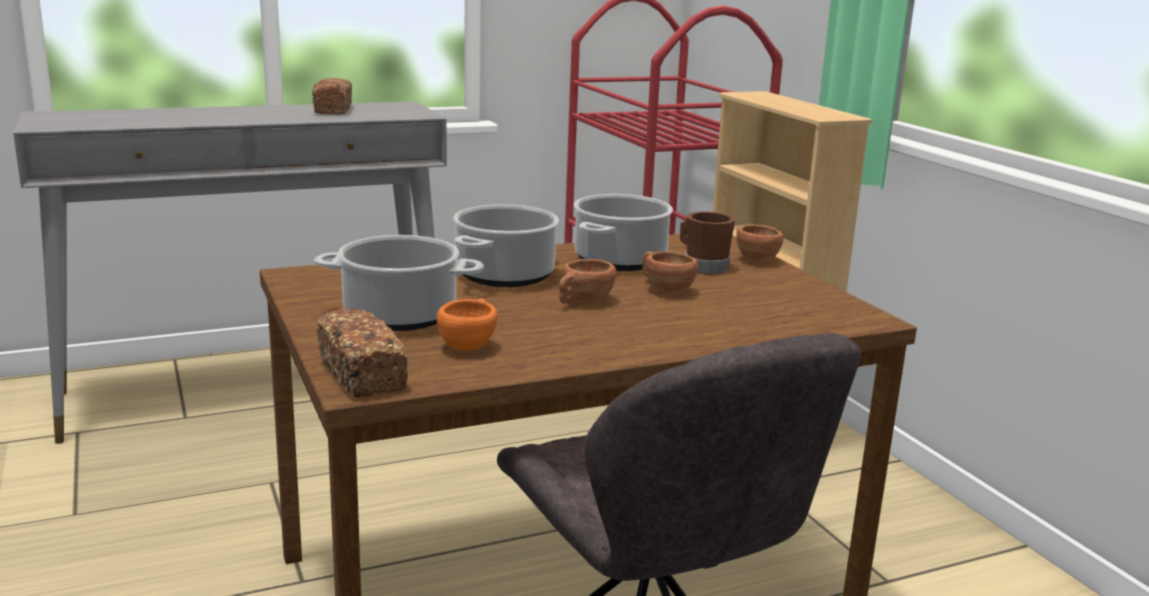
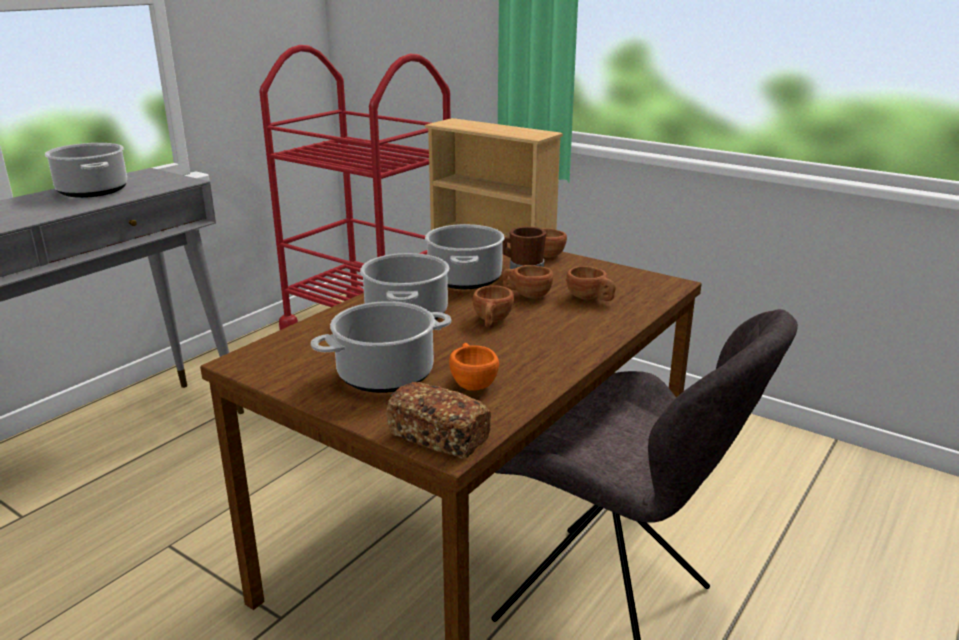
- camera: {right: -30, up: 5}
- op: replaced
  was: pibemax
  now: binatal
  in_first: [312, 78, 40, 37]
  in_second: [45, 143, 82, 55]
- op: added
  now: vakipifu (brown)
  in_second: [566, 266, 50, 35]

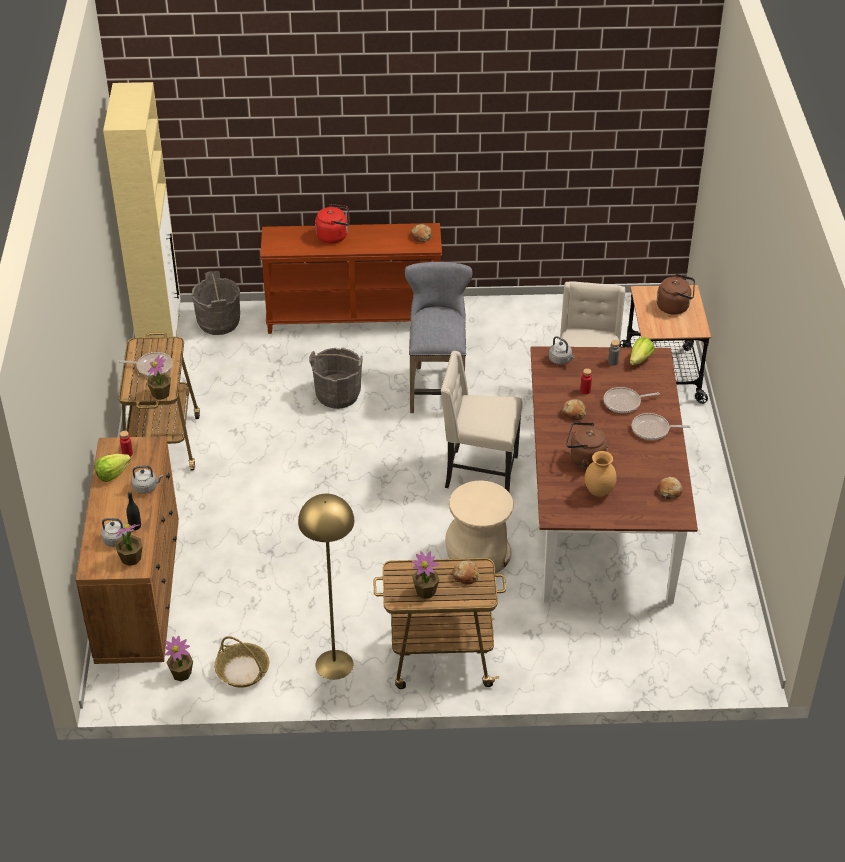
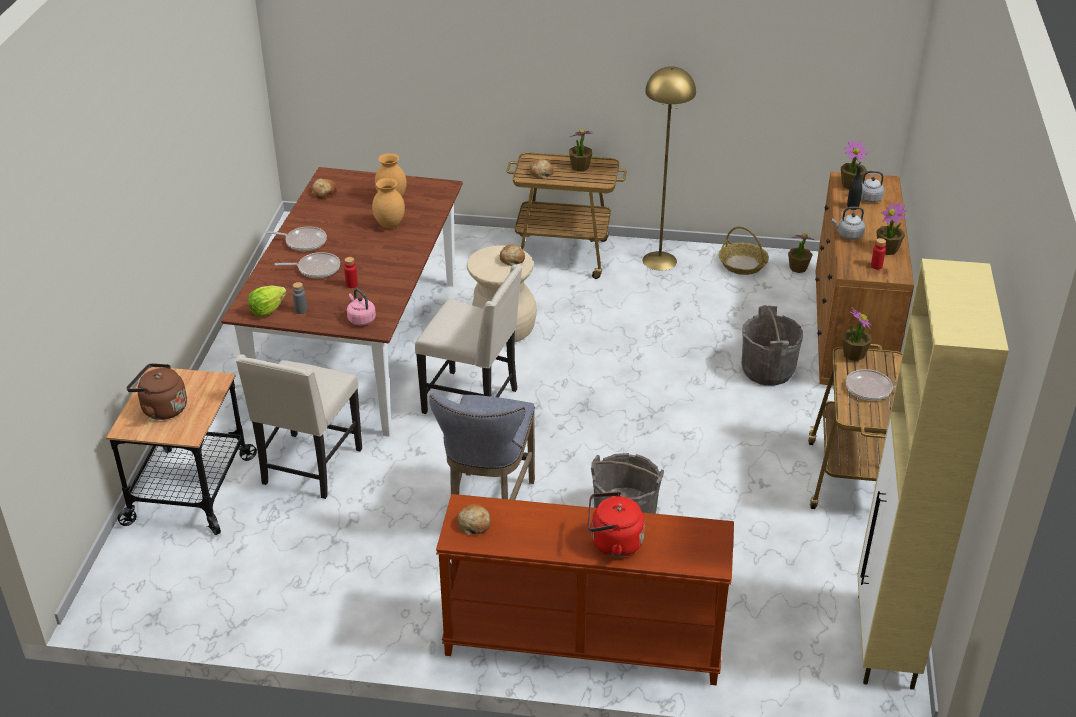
- camera: {right: -170, up: -5}
- op: replaced
  was: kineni
  now: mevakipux
  in_first: [95, 454, 36, 28]
  in_second: [877, 202, 29, 53]
- op: moved
  was: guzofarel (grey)
  in_first: [192, 271, 48, 64]
  in_second: [742, 305, 61, 81]
- op: recoloured
  was: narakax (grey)
  now: narakax (pink)
  in_first: [549, 336, 26, 29]
  in_second: [347, 289, 29, 36]
- op: moved
  was: pibemax
  in_first: [562, 399, 24, 22]
  in_second: [500, 244, 25, 22]
- op: replaced
  was: narakax (brown)
  now: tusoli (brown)
  in_first: [566, 422, 43, 47]
  in_second: [372, 178, 33, 50]

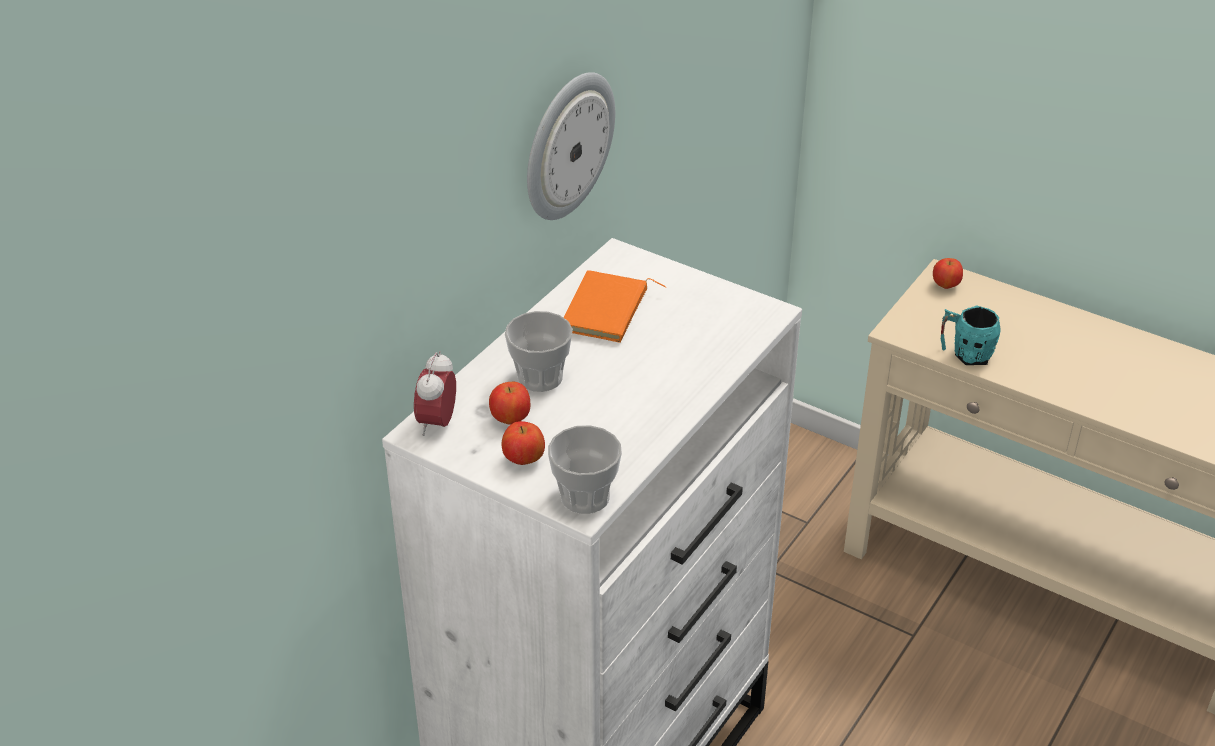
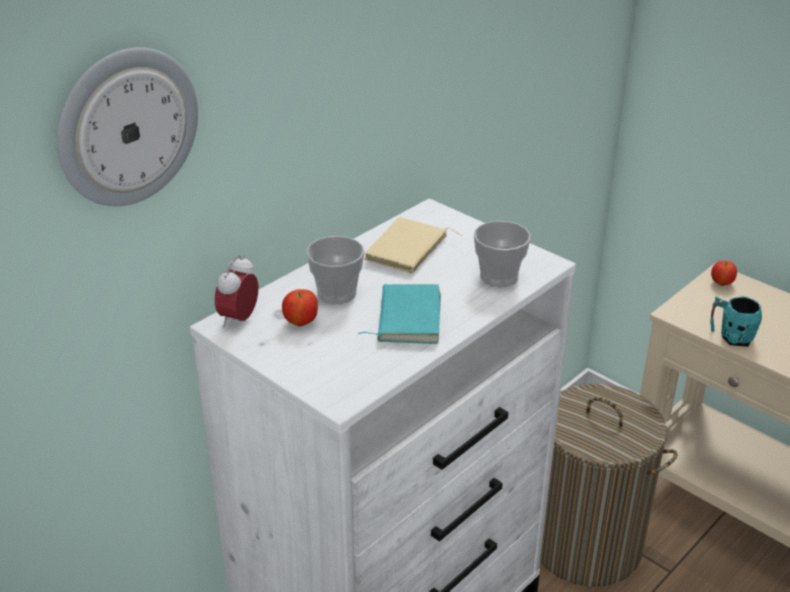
- camera: {right: 10, up: -5}
- op: removed
  was: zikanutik
  in_first: [502, 421, 43, 44]
- op: moved
  was: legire
  in_first: [527, 72, 88, 148]
  in_second: [57, 47, 141, 159]
- op: moved
  was: vakipifu
  in_first: [548, 425, 74, 89]
  in_second: [474, 221, 57, 67]
- op: recoloured
  was: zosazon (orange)
  now: zosazon (beige)
  in_first: [563, 270, 103, 73]
  in_second: [364, 217, 98, 57]
- op: added
  now: zosazon (turquoise)
  in_second: [358, 284, 83, 60]
- op: added
  now: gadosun
  in_second: [540, 384, 138, 203]

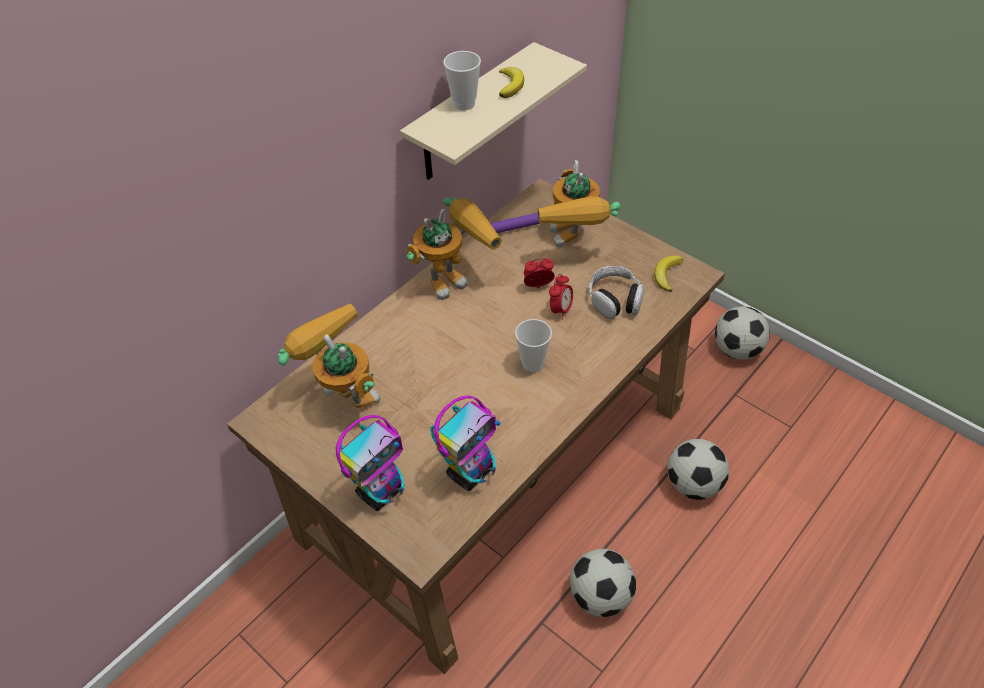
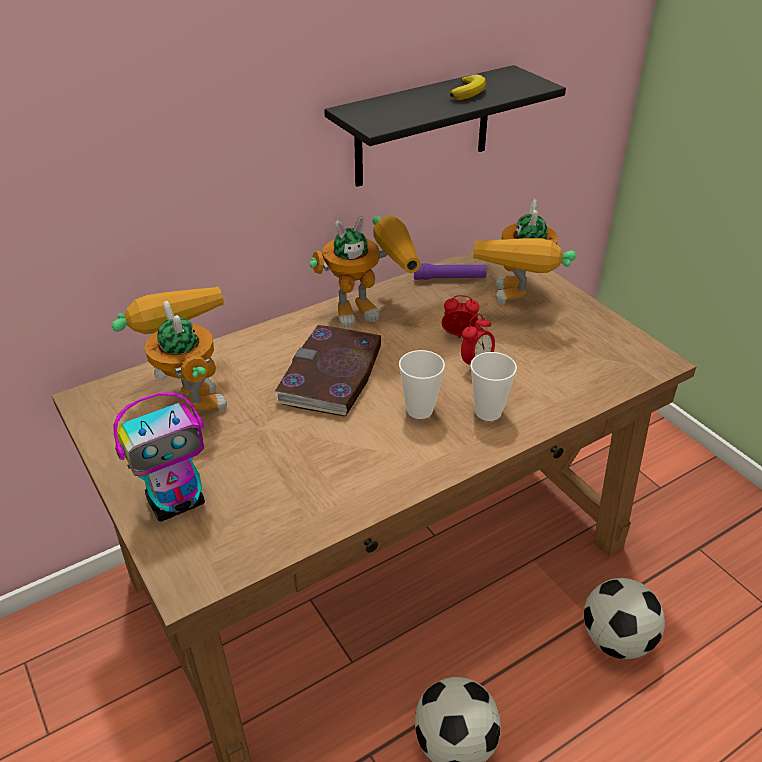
- camera: {right: 15, up: -10}
- op: recoloured
  was: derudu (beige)
  now: derudu (black)
  in_first: [400, 42, 187, 138]
  in_second: [324, 65, 242, 122]
- op: removed
  was: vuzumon
  in_first: [430, 395, 70, 96]
- op: moved
  was: vakipifu
  in_first: [443, 51, 38, 59]
  in_second: [470, 352, 47, 69]
- op: removed
  was: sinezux
  in_first: [589, 266, 55, 53]
- op: removed
  was: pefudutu
  in_first: [654, 255, 29, 37]
- op: removed
  was: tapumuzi
  in_first: [715, 306, 55, 54]
- op: added
  now: zosazon
  in_second: [275, 325, 106, 92]

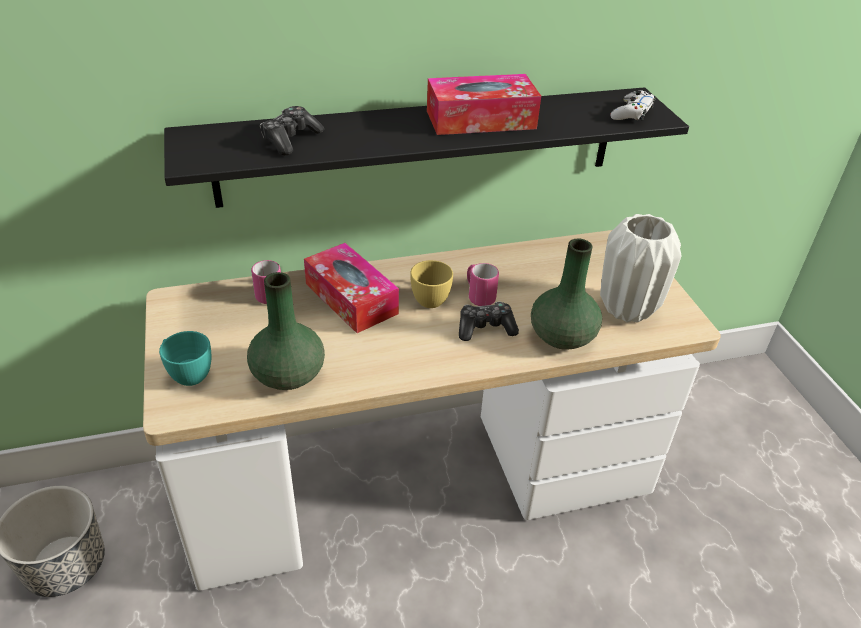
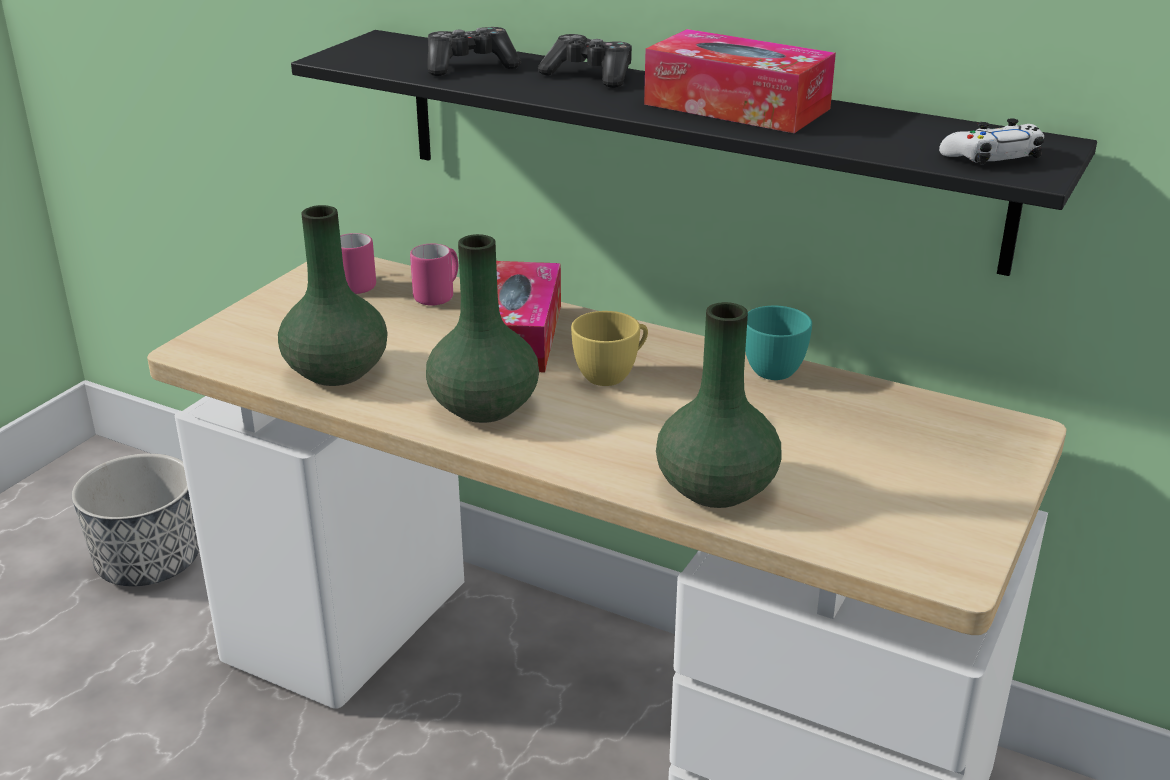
- camera: {right: 45, up: -10}
- op: moved
  was: vakipifu (turquoise)
  in_first: [159, 331, 52, 55]
  in_second: [745, 306, 67, 74]
- op: moved
  was: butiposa
  in_first: [459, 302, 60, 39]
  in_second: [538, 34, 94, 54]
- op: moved
  was: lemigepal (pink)
  in_first: [467, 263, 32, 43]
  in_second: [340, 233, 36, 61]
- op: removed
  was: tusoli (white)
  in_first: [600, 214, 81, 108]
- op: added
  now: tusoli (green)
  in_second: [426, 234, 113, 189]

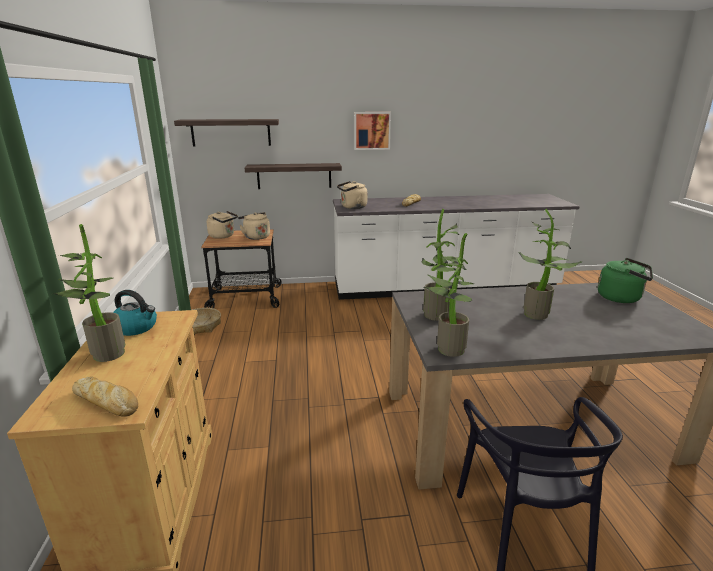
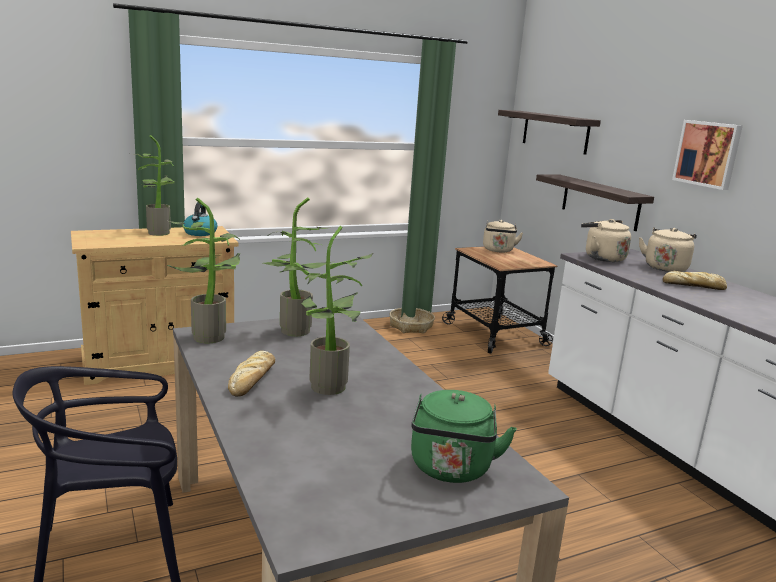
- camera: {right: 70, up: -5}
- op: moved
  was: pibemax
  in_first: [72, 376, 66, 41]
  in_second: [228, 351, 47, 46]
- op: moved
  was: narakax (beige)
  in_first: [238, 212, 32, 28]
  in_second: [639, 227, 58, 45]

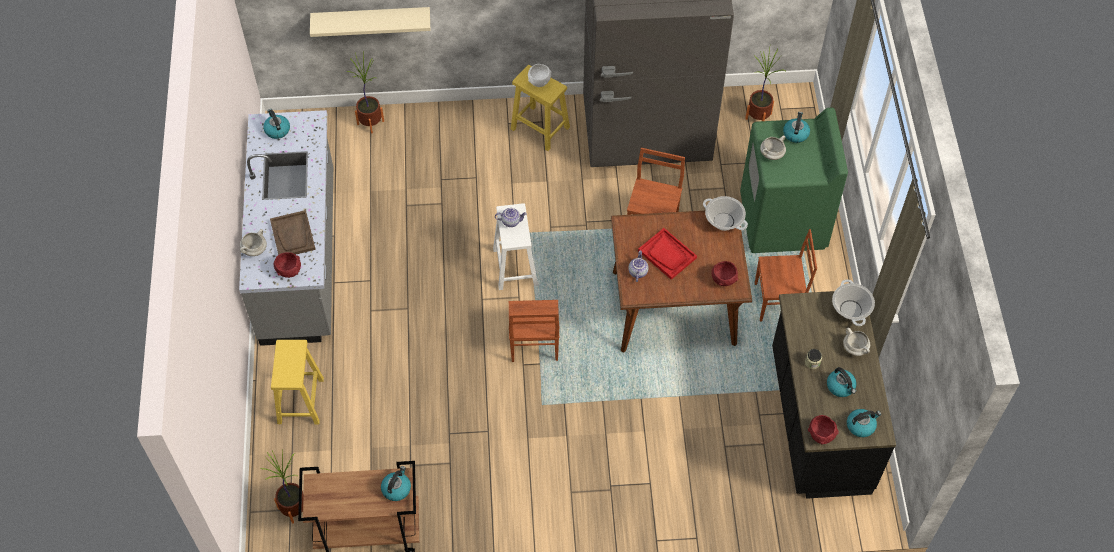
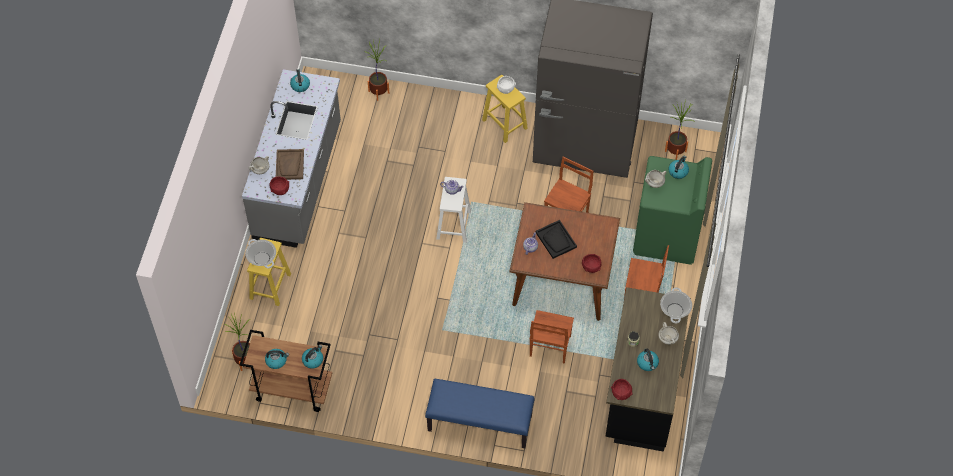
- camera: {right: 15, up: 0}
- op: removed
  was: derudu (beige)
  in_first: [310, 7, 120, 30]
- op: moved
  was: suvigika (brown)
  in_first: [509, 300, 50, 62]
  in_second: [530, 310, 44, 54]
- op: recoloured
  was: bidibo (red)
  now: bidibo (black)
  in_first: [638, 228, 59, 52]
  in_second: [536, 220, 41, 39]
- op: moved
  was: binatal
  in_first: [703, 196, 45, 35]
  in_second: [245, 239, 31, 29]
- op: moved
  was: narakax
  in_first: [847, 409, 34, 28]
  in_second: [265, 349, 24, 20]
- op: added
  now: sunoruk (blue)
  in_second: [425, 379, 110, 69]

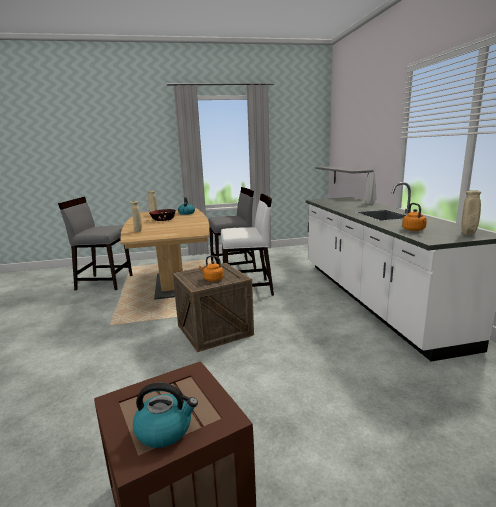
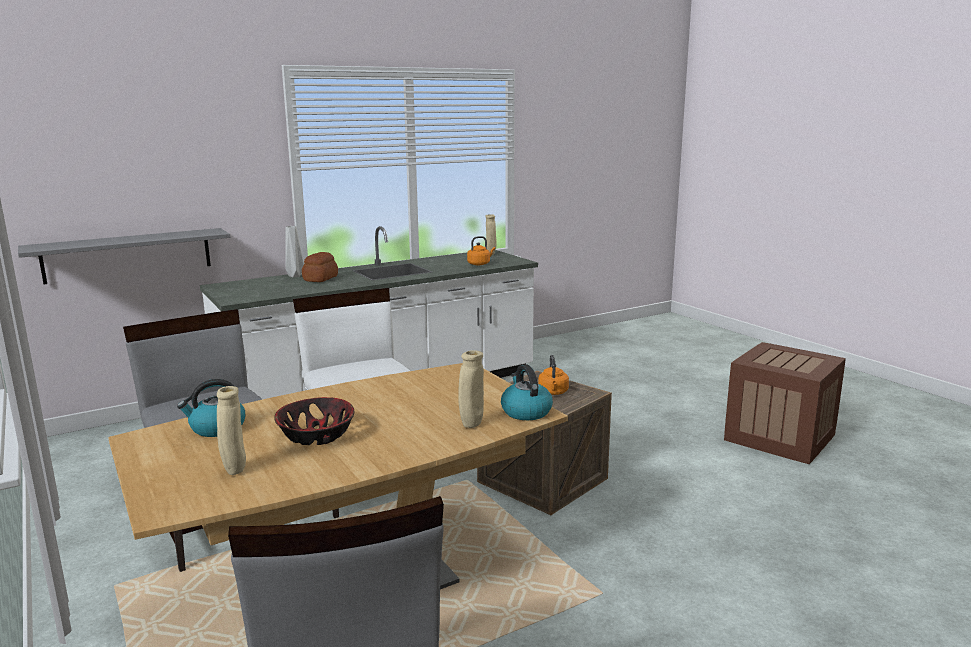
- camera: {right: -110, up: 0}
- op: moved
  was: narakax
  in_first: [133, 383, 65, 65]
  in_second: [501, 364, 52, 56]
- op: added
  now: pibemax
  in_second: [302, 252, 36, 30]

